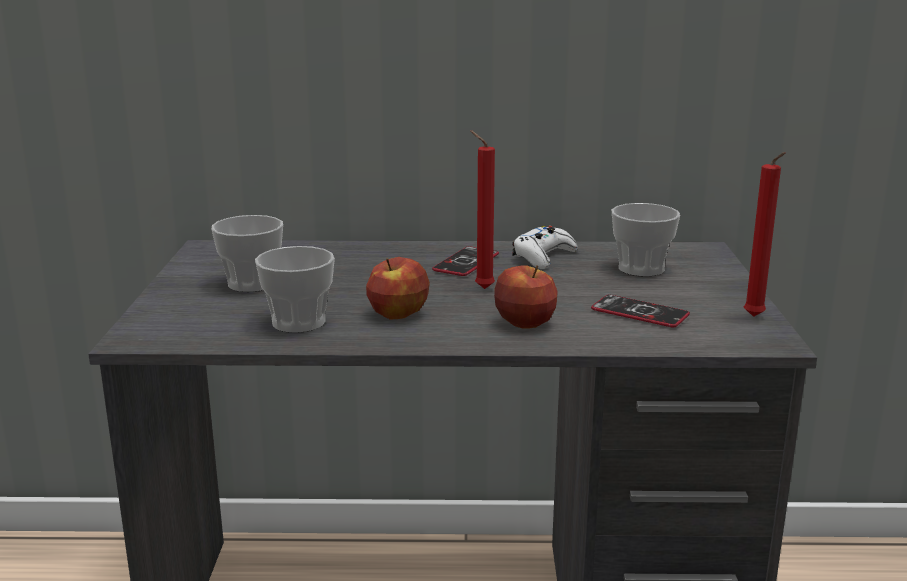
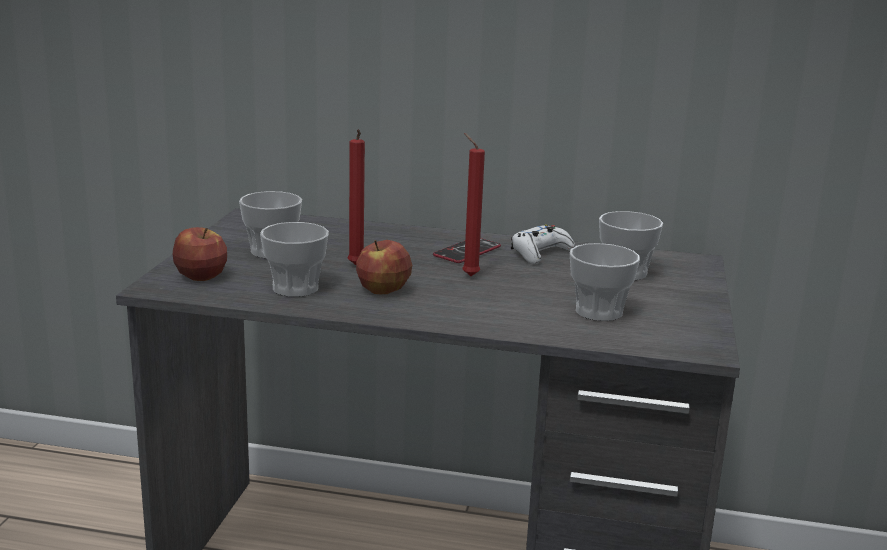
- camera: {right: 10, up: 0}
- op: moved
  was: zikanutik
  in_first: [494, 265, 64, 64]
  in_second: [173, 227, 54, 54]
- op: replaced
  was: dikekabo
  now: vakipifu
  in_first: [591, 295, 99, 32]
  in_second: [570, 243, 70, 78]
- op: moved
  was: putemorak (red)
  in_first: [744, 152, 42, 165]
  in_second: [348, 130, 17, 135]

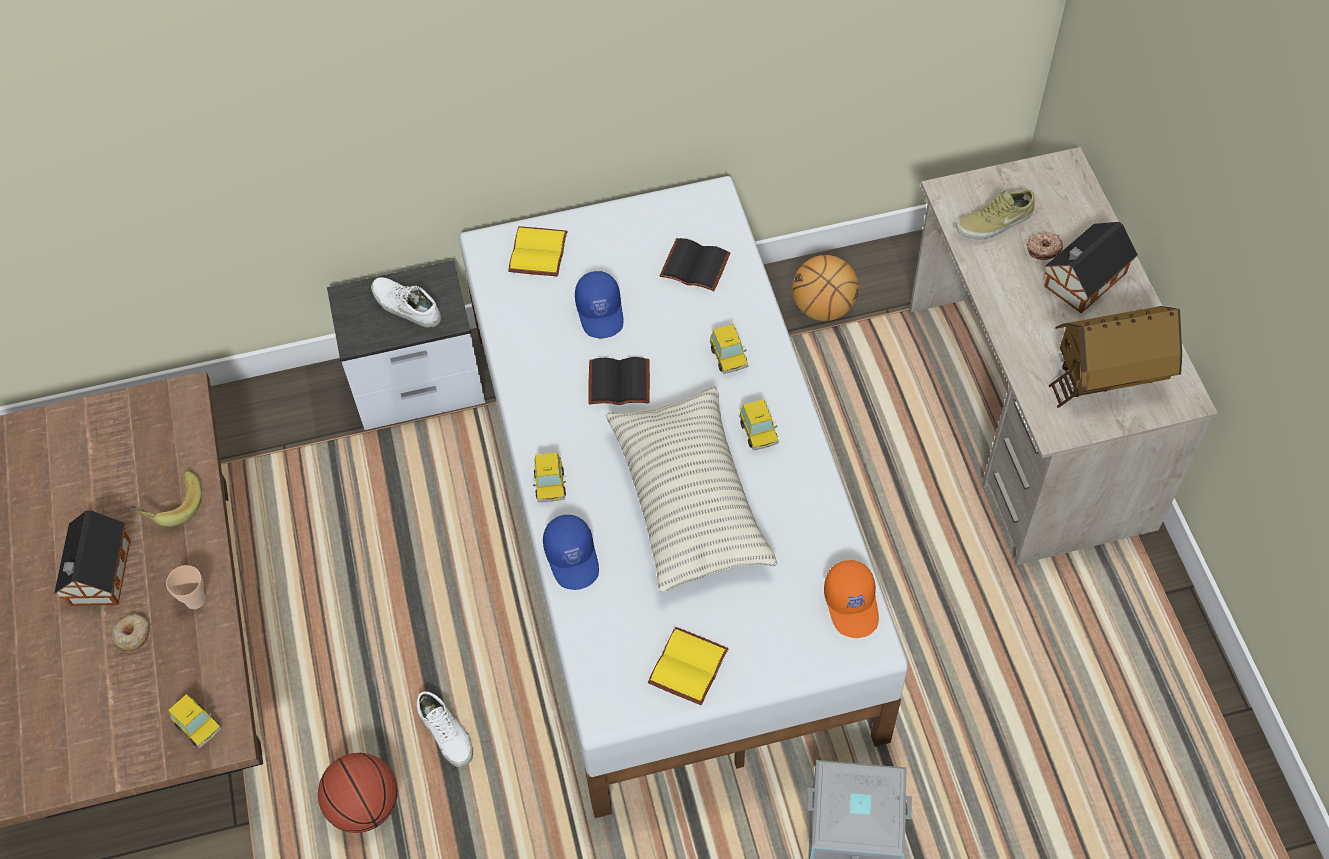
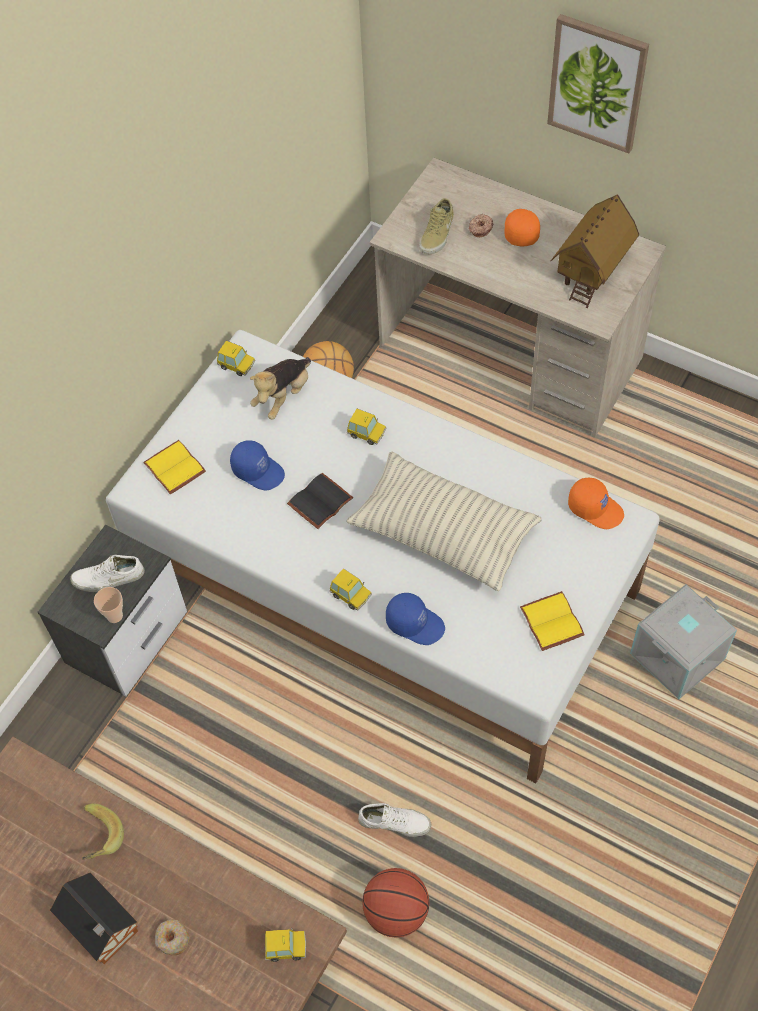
- camera: {right: -45, up: 0}
- op: moved
  was: vakipifu
  in_first: [166, 565, 39, 44]
  in_second: [94, 587, 29, 36]
- op: replaced
  was: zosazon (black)
  now: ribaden
  in_first: [660, 238, 71, 53]
  in_second: [250, 357, 61, 62]
- op: moved
  was: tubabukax
  in_first: [739, 399, 40, 52]
  in_second: [217, 341, 38, 35]
- op: replaced
  was: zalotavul
  now: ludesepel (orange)
  in_first: [1044, 222, 94, 92]
  in_second: [504, 209, 36, 37]
- op: added
  now: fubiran
  in_second: [547, 14, 102, 140]

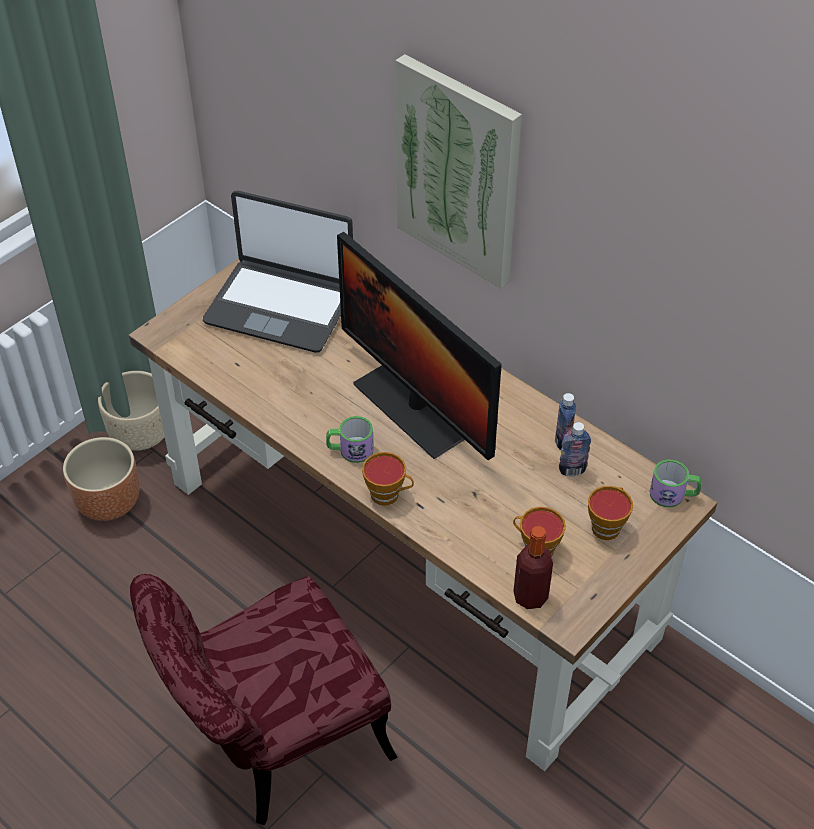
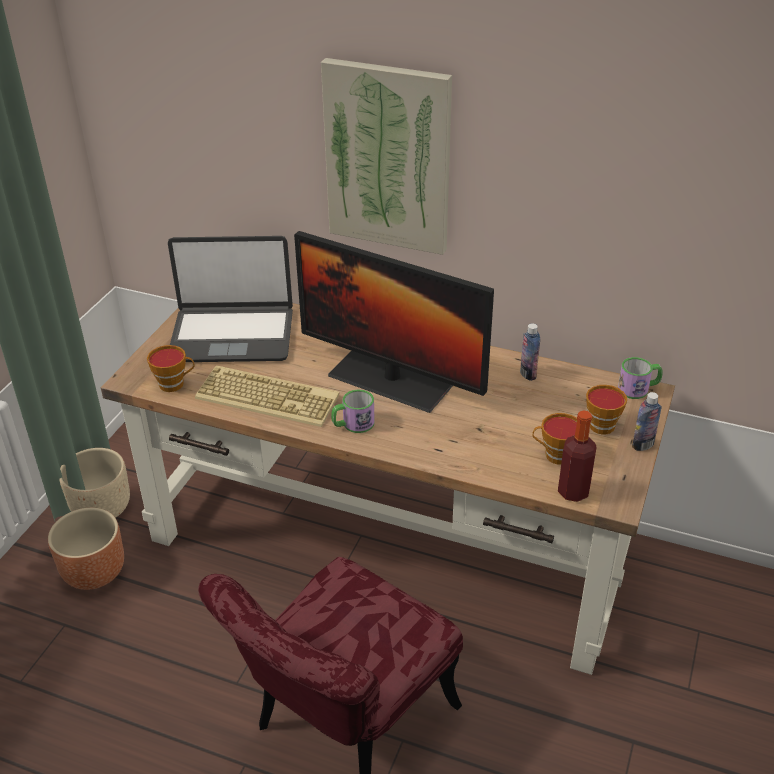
- camera: {right: -20, up: -10}
- op: moved
  was: vakipifu
  in_first: [362, 452, 52, 54]
  in_second: [147, 345, 48, 47]
- op: moved
  was: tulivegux
  in_first: [559, 422, 32, 54]
  in_second: [632, 392, 30, 59]
- op: added
  now: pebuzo
  in_second: [195, 365, 144, 62]

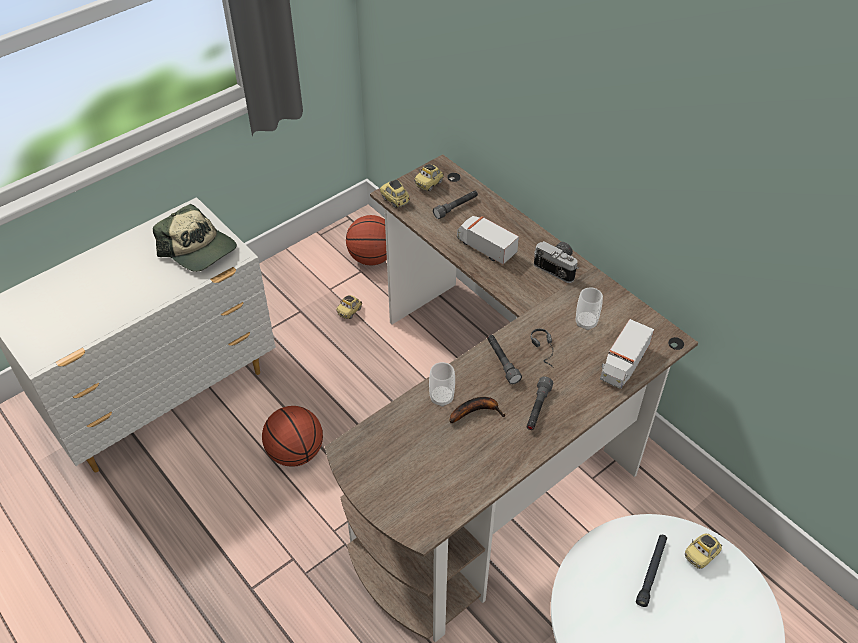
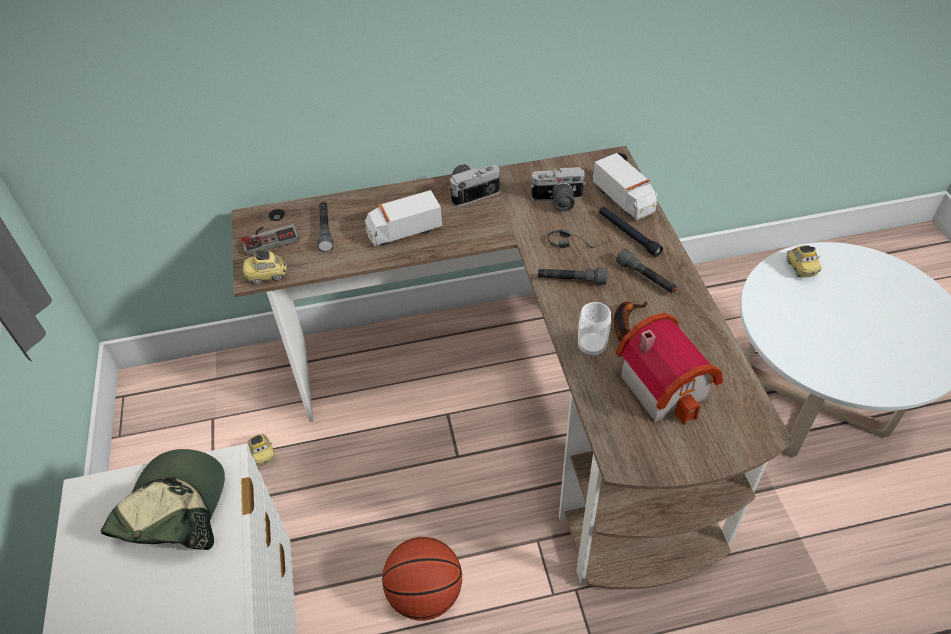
- camera: {right: -60, up: 0}
- op: turned
  was: ludesepel
  in_first: [153, 204, 84, 68]
  in_second: [100, 449, 125, 101]
  clockwise: -60
- op: removed
  was: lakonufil
  in_first: [346, 215, 41, 51]
- op: replaced
  was: tubabukax
  now: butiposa
  in_first: [414, 164, 30, 27]
  in_second: [241, 224, 58, 32]
- op: replaced
  was: vakipifu
  now: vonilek
  in_first: [576, 287, 27, 43]
  in_second: [531, 167, 55, 45]
- op: moved
  was: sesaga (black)
  in_first: [636, 535, 31, 72]
  in_second: [599, 207, 64, 50]
- op: added
  now: zalotavul
  in_second: [616, 313, 107, 112]

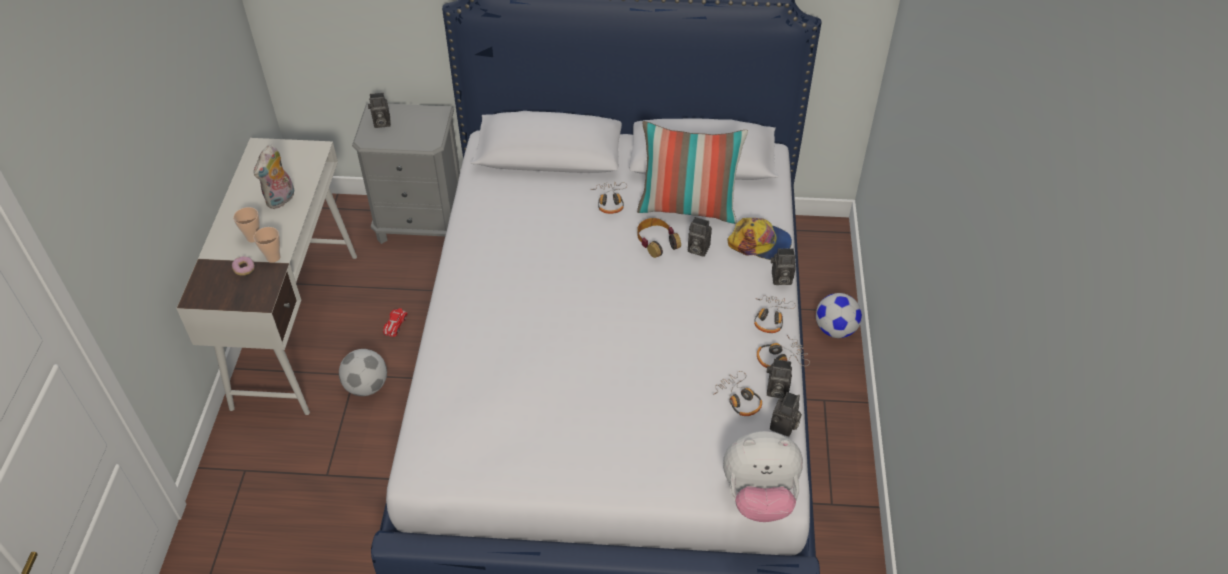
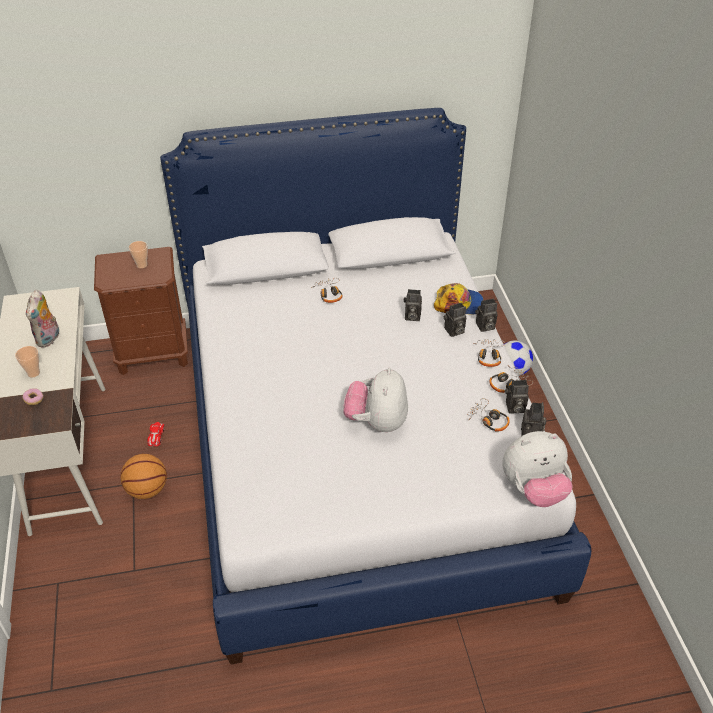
- camera: {right: -15, up: -5}
- op: moved
  was: vakipifu
  in_first: [253, 227, 28, 36]
  in_second: [129, 241, 19, 27]
- op: replaced
  was: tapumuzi
  now: lakonufil
  in_first: [339, 349, 48, 47]
  in_second: [120, 454, 47, 45]
- op: recoloured
  was: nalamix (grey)
  now: nalamix (brown)
  in_first: [352, 103, 108, 141]
  in_second: [94, 247, 94, 128]
- op: moved
  was: vonilek
  in_first: [368, 93, 23, 35]
  in_second: [444, 303, 22, 34]
- op: removed
  was: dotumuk
  in_first: [637, 121, 111, 103]
- op: removed
  was: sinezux
  in_first: [637, 218, 44, 40]
- op: added
  now: ribaden
  in_second: [343, 368, 65, 64]

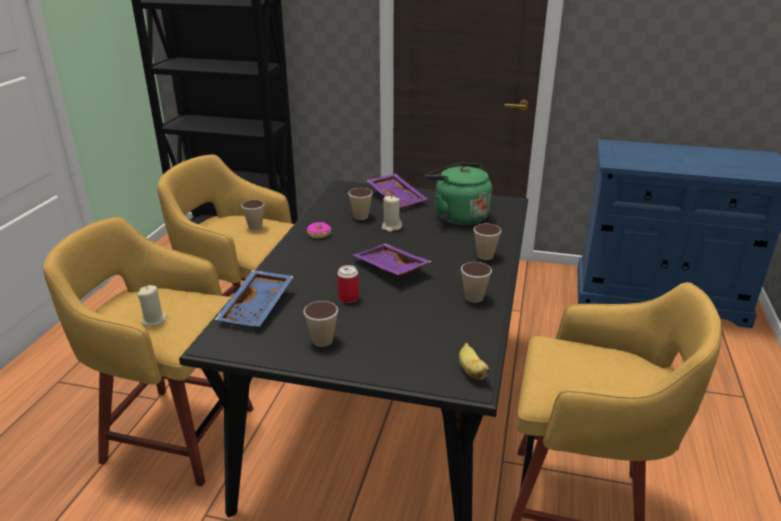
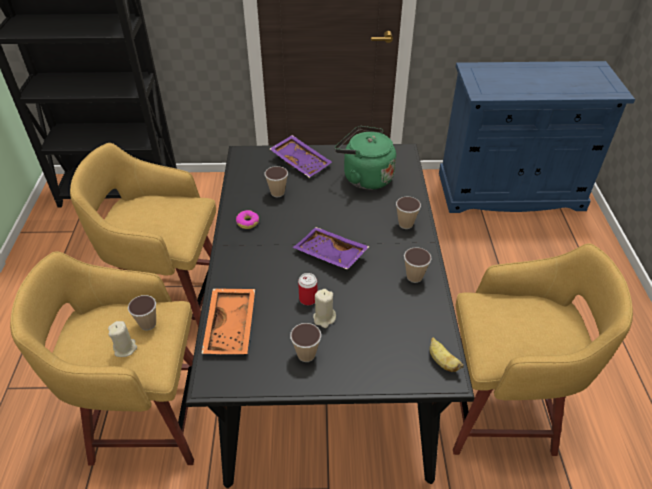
- camera: {right: -15, up: 15}
- op: recoloured
  was: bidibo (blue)
  now: bidibo (orange)
  in_first: [215, 270, 79, 57]
  in_second: [201, 289, 54, 65]
- op: moved
  was: vakipifu
  in_first: [241, 200, 24, 30]
  in_second: [128, 295, 28, 35]
- op: moved
  was: putemorak (beige)
  in_first: [382, 195, 20, 37]
  in_second: [313, 289, 23, 39]

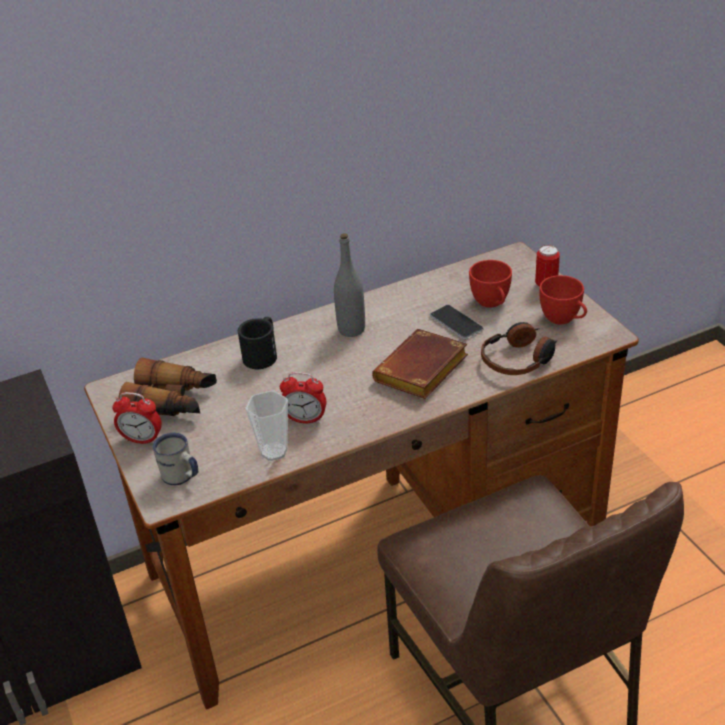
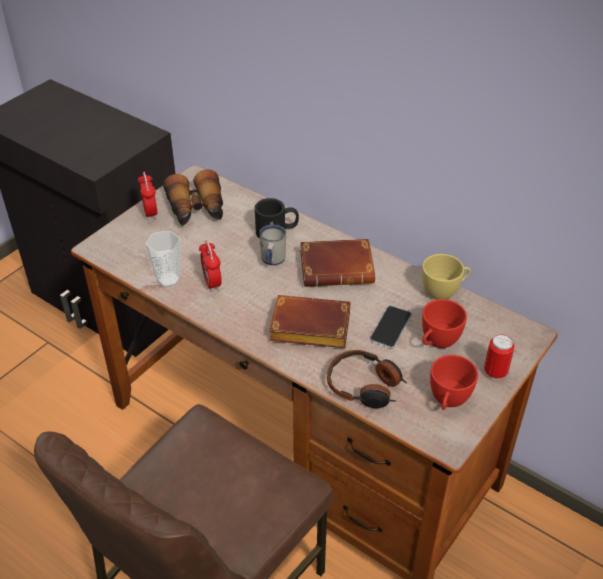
- camera: {right: 60, up: 5}
- op: moved
  was: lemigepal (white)
  in_first: [153, 433, 45, 52]
  in_second: [260, 224, 26, 41]
- op: replaced
  was: tulivegux (grey)
  now: zosazon (brown)
  in_first: [334, 233, 31, 104]
  in_second: [300, 239, 75, 48]
- op: added
  now: vakipifu (yellow)
  in_second: [422, 254, 49, 46]

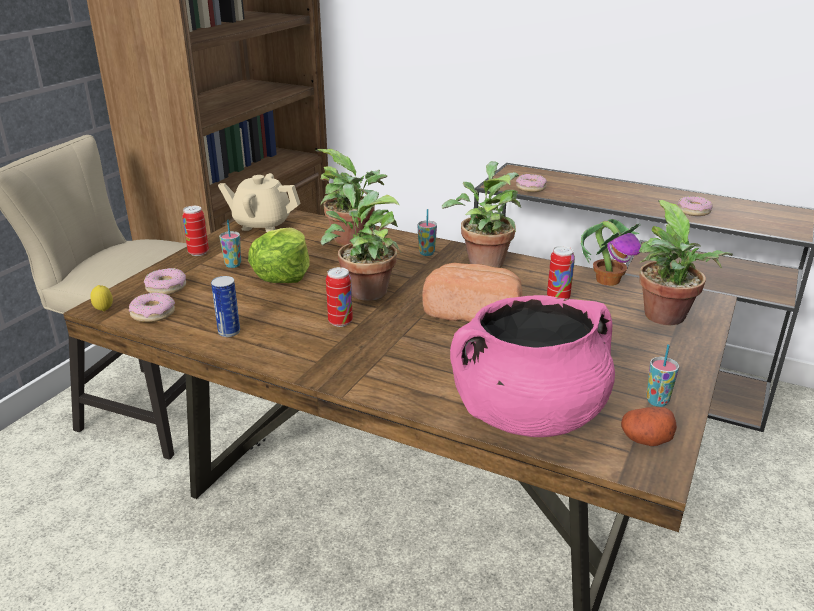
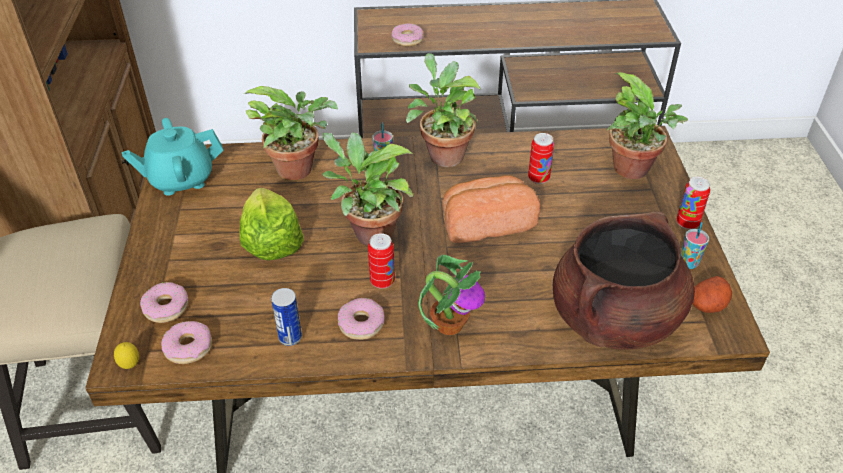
- camera: {right: -30, up: 15}
- op: moved
  was: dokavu
  in_first: [182, 206, 27, 50]
  in_second: [677, 177, 33, 53]
- op: recoloured
  was: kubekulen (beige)
  now: kubekulen (turquoise)
  in_first: [218, 173, 82, 59]
  in_second: [122, 118, 101, 78]
- op: removed
  was: vakipifu
  in_first: [219, 220, 22, 48]
- op: recoloured
  was: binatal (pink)
  now: binatal (brown)
  in_first: [450, 295, 165, 142]
  in_second: [553, 211, 142, 139]
- op: moved
  was: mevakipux
  in_first: [581, 219, 60, 67]
  in_second: [418, 254, 67, 81]
- op: moved
  was: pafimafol
  in_first: [678, 196, 35, 20]
  in_second: [338, 298, 46, 42]

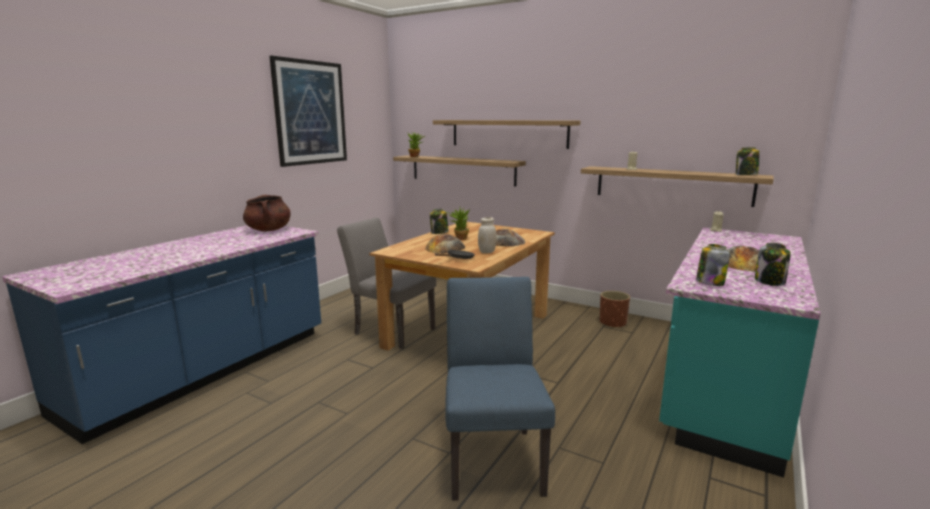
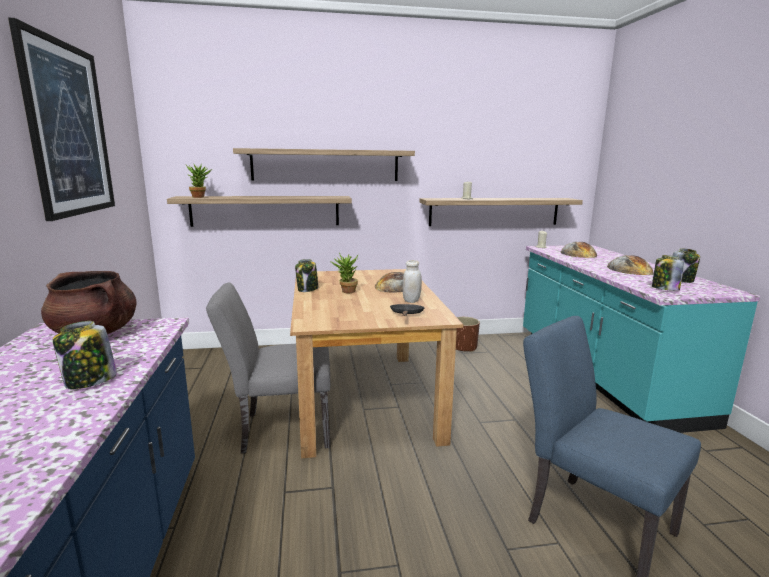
- camera: {right: -40, up: 0}
- op: moved
  was: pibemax
  in_first: [425, 234, 40, 19]
  in_second: [561, 242, 36, 16]
- op: moved
  was: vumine
  in_first: [736, 147, 24, 28]
  in_second: [53, 321, 64, 68]

